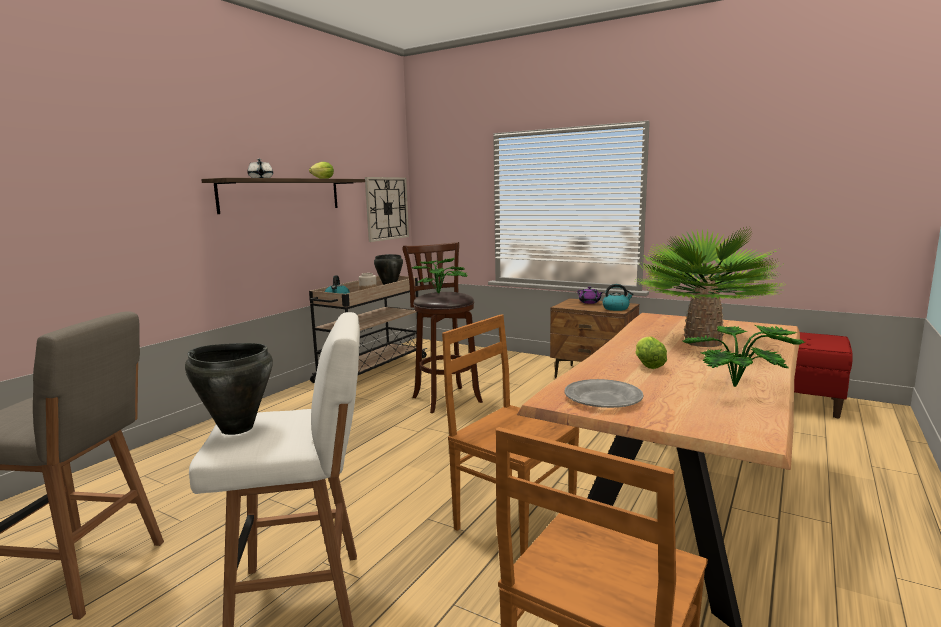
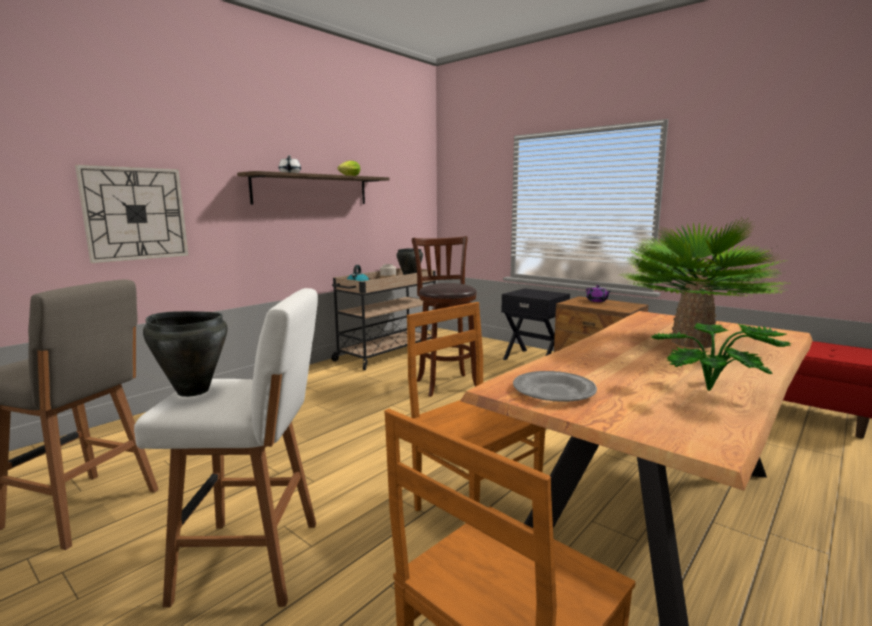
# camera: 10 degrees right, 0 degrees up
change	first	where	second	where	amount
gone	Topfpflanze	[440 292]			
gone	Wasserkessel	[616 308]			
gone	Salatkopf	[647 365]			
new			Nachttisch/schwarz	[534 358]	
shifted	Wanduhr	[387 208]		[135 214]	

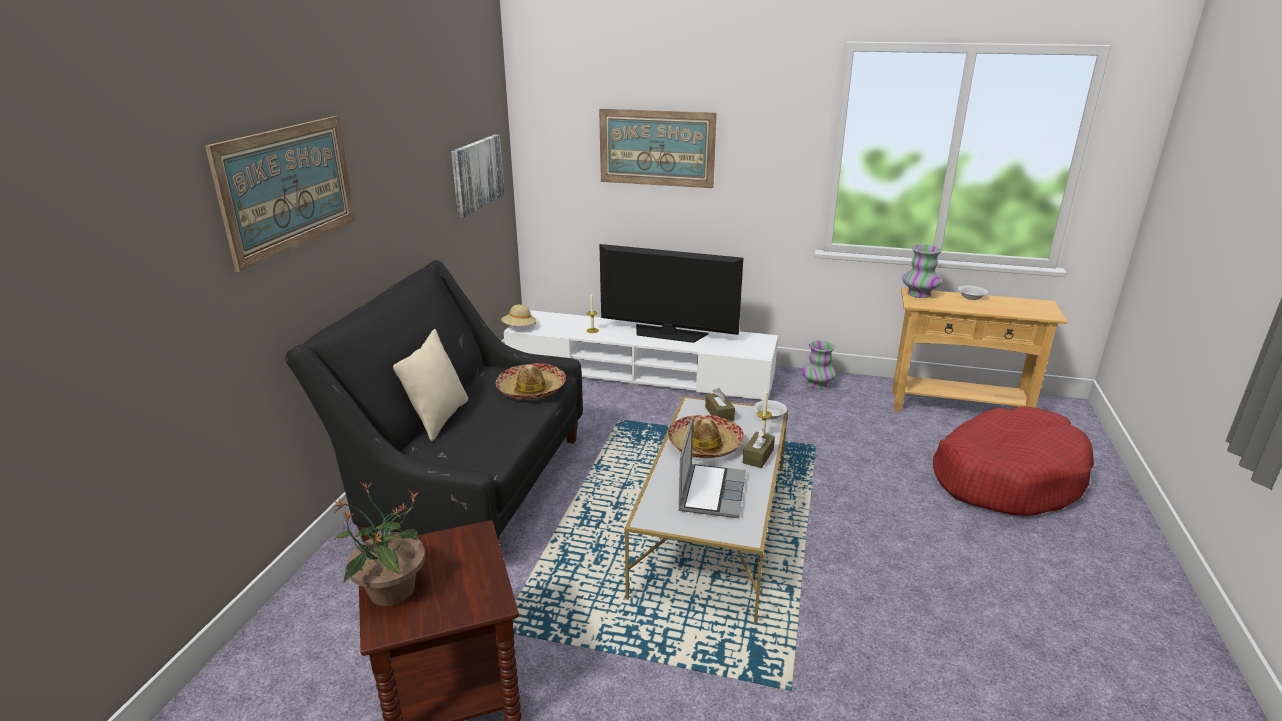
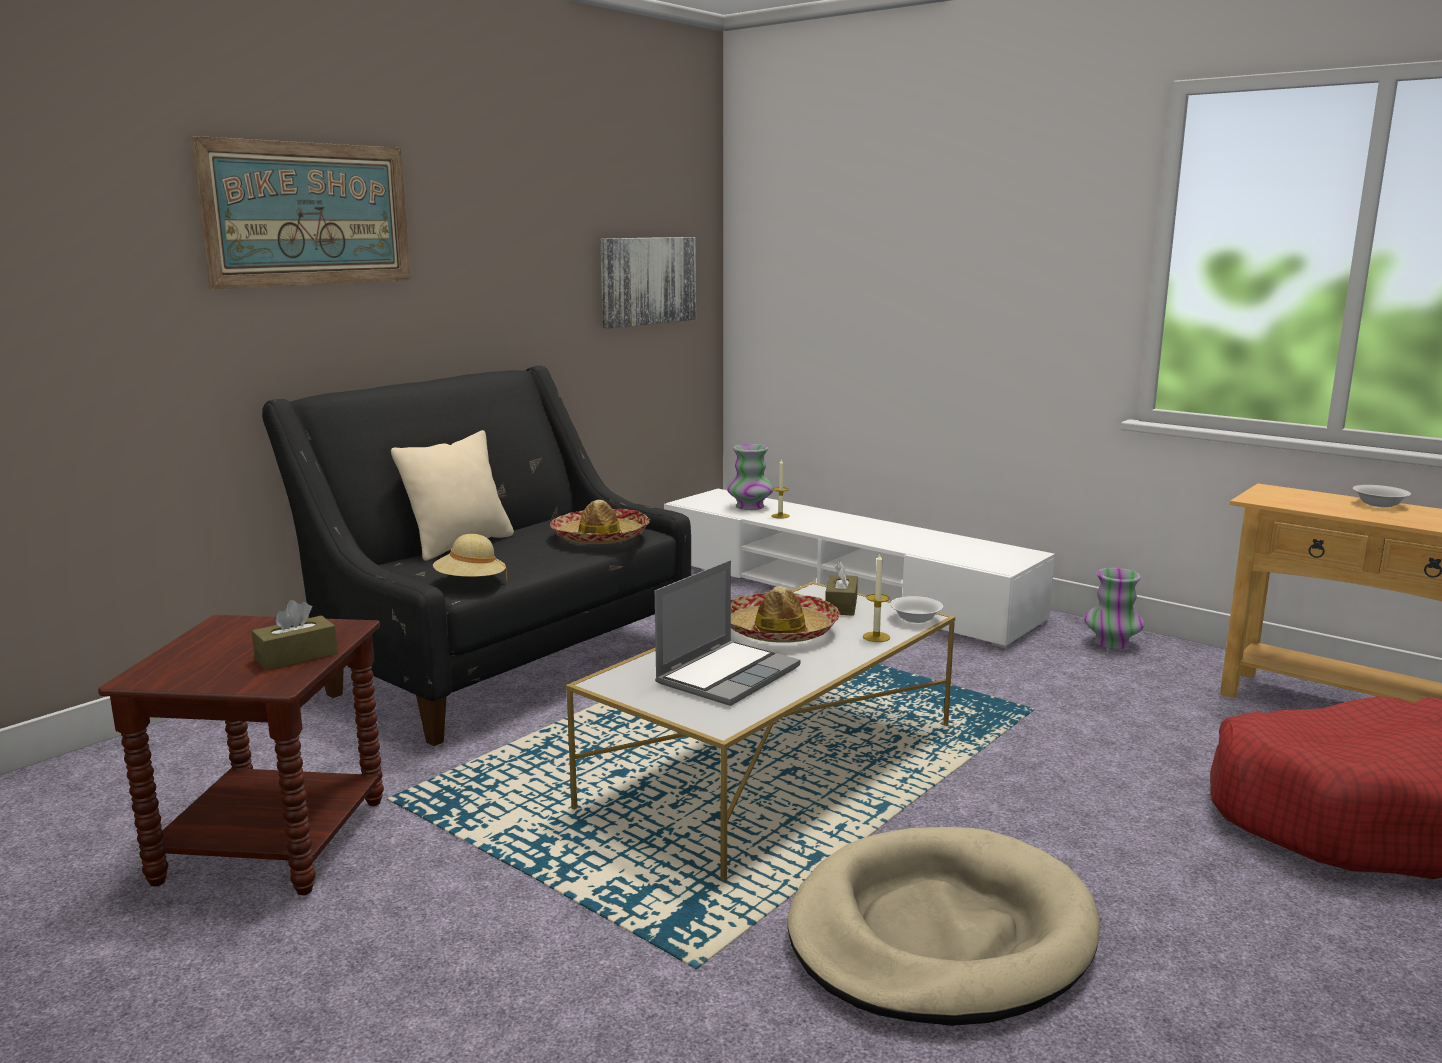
# camera: 25 degrees right, 10 degrees down
change	first	where	second	where	amount
gone	Topfpflanze	[390 591]			
gone	Bild	[656 148]			
gone	Fernseher	[668 334]			
new			Hundebett/beige	[939 934]	
shifted	Hut/beige	[519 328]		[470 583]	
shifted	Taschentuchbox/braun	[758 456]		[296 656]	
shifted	Vase	[918 294]		[749 507]	

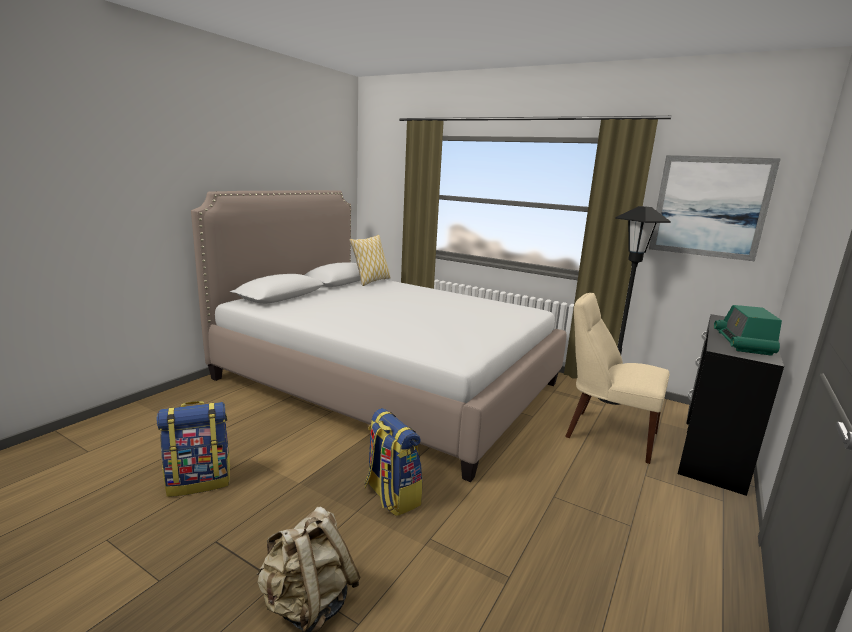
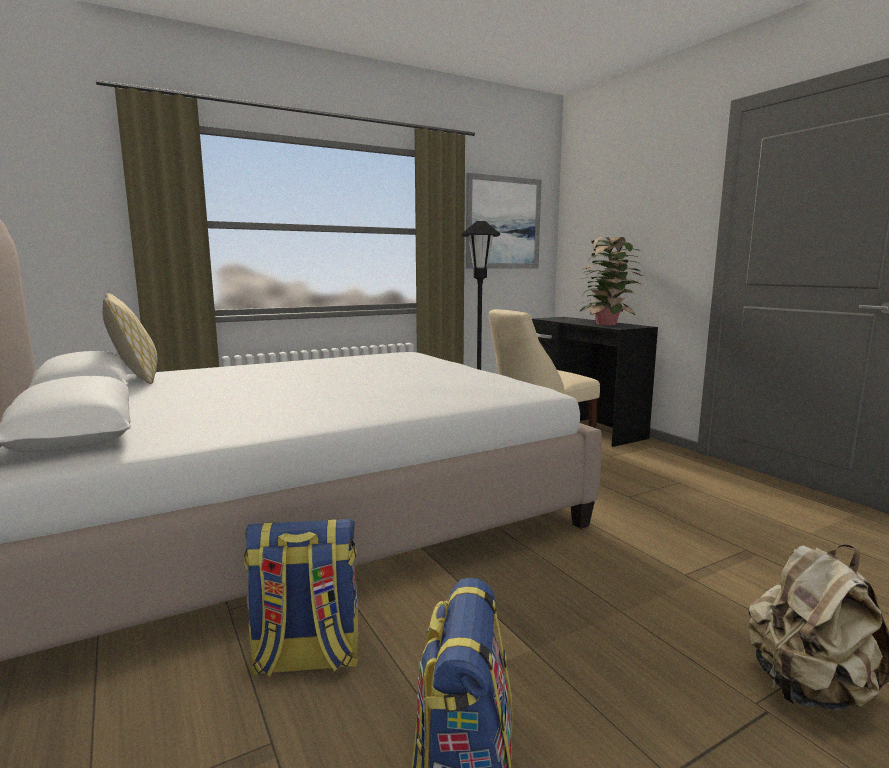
# camera: 60 degrees left, 5 degrees down
change	first	where	second	where	amount
shifted	Rucksack	[391 496]		[306 658]	
swapped	Radio	[743 343]	Topfpflanze	[607 324]	

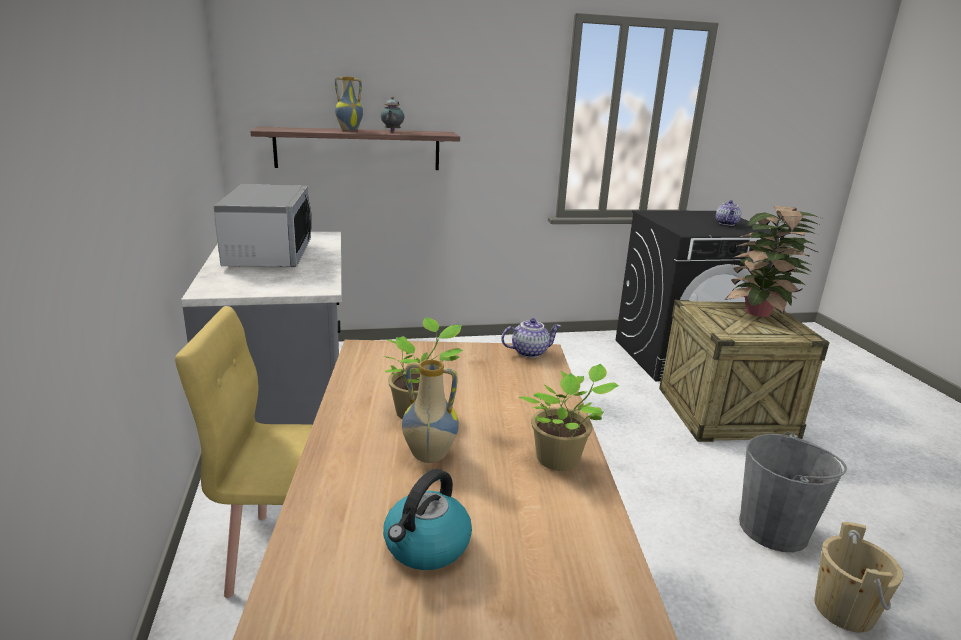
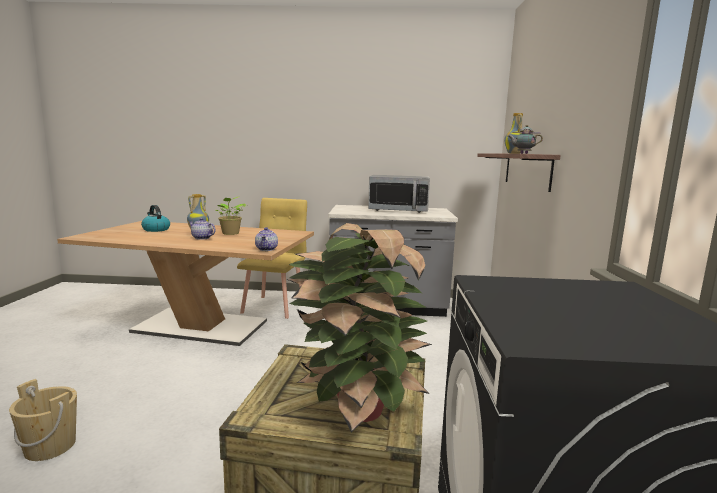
# camera: 105 degrees right, 10 degrees down
change	first	where	second	where	amount
gone	Topfpflanze	[561 460]			
gone	Eimer/grau	[774 529]			
shifted	Teekanne	[727 223]		[201 238]	

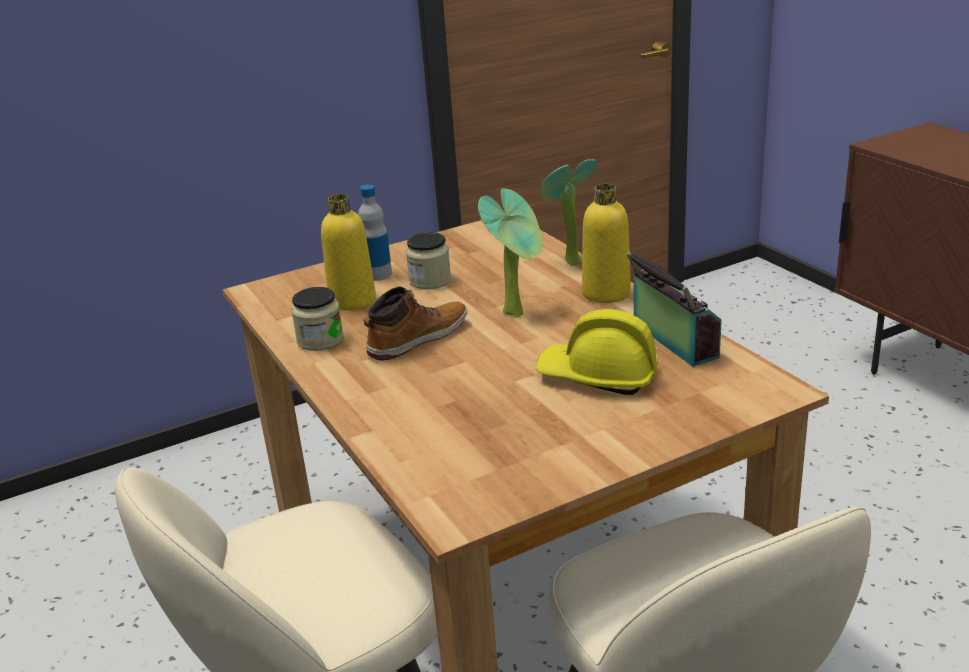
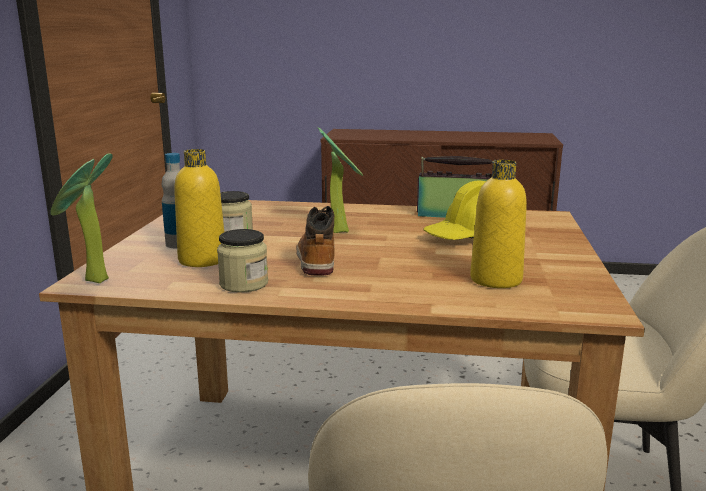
# camera: 55 degrees left, 10 degrees down
change	first	where	second	where	amount
shifted	Topfpflanze	[568 262]		[92 282]	
shifted	Flasche/gelb	[606 293]		[496 280]	

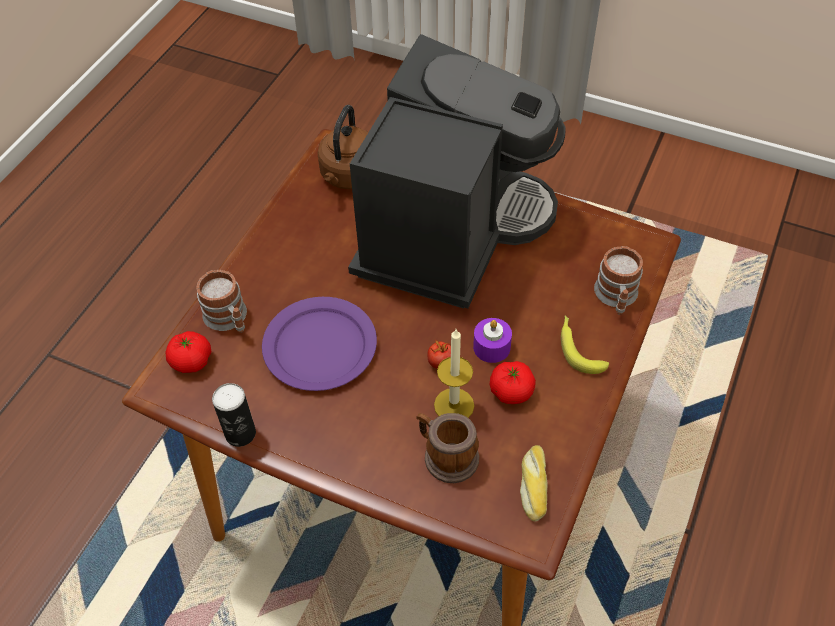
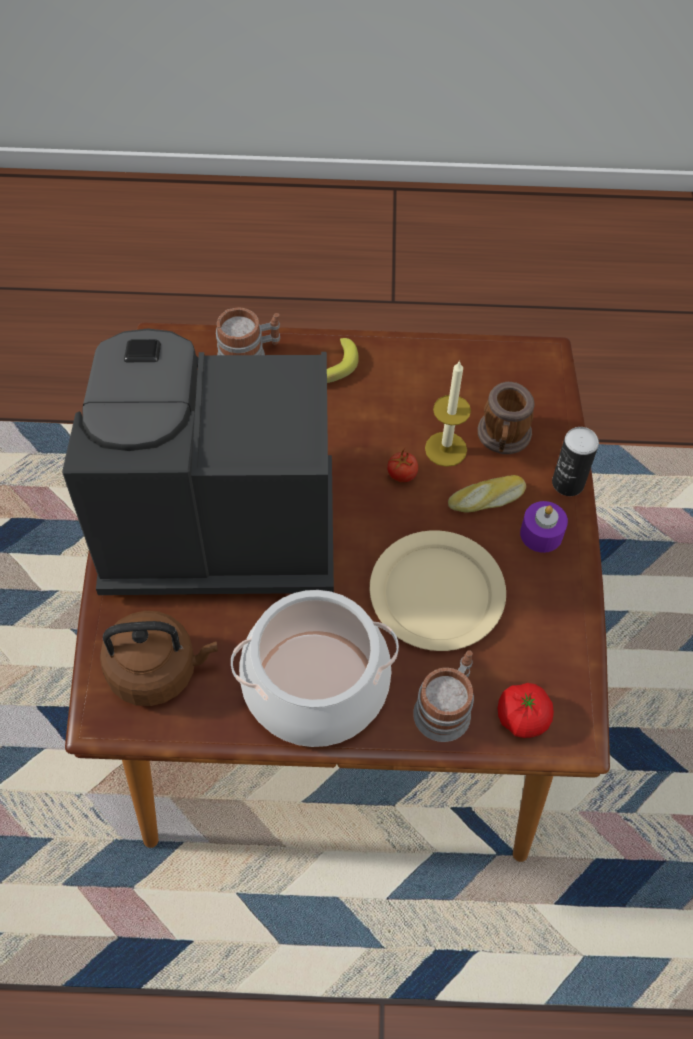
# camera: 115 degrees left, 5 degrees up
change	first	where	second	where	amount
gone	Tomate	[511 391]			
new			Kochtopf	[316 685]	
shifted	Dose	[240 433]		[568 483]	
shifted	Kerze/lila	[491 347]		[541 534]	
shifted	Brot	[532 485]		[487 500]	
repainted	Teller/lila	[319 346]	Teller/beige	[436 594]	

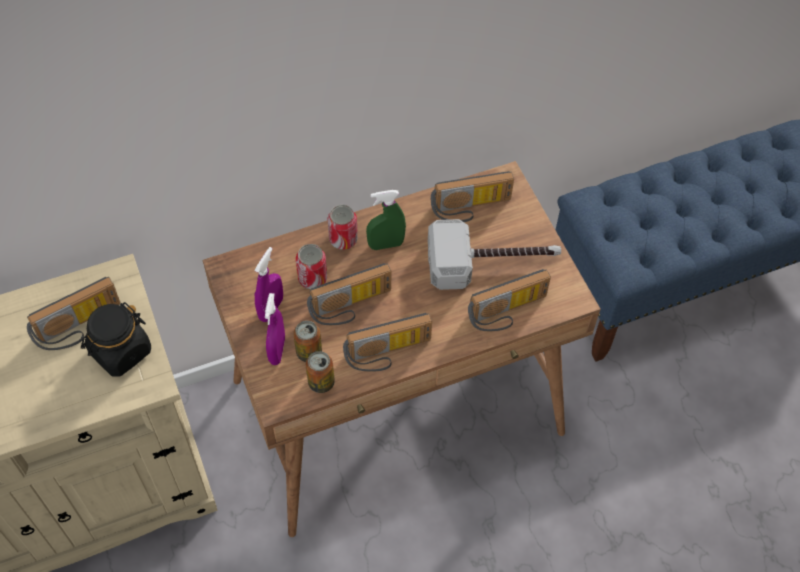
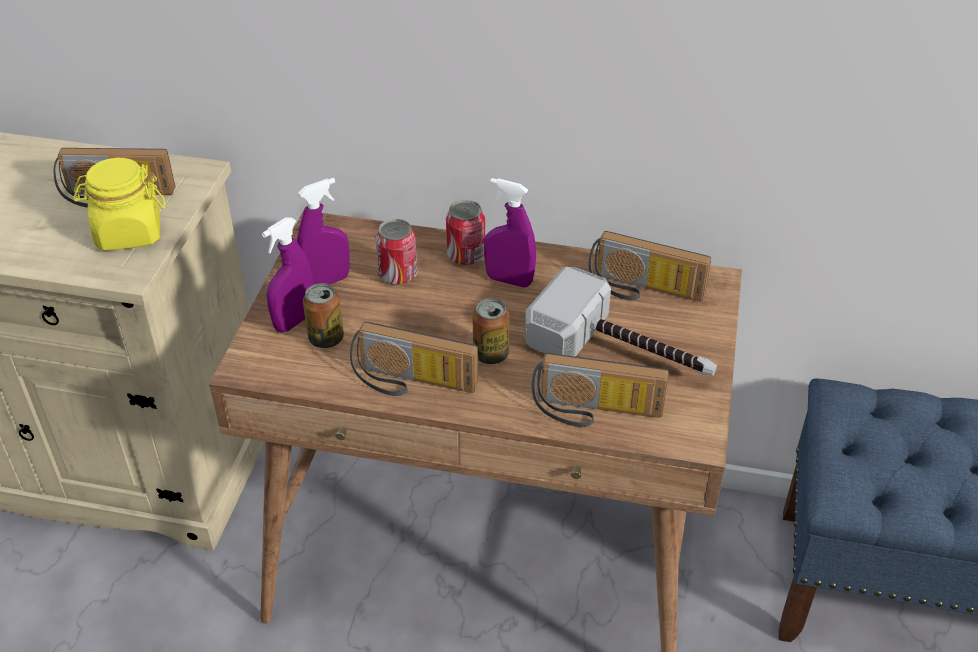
# camera: 35 degrees right, 15 degrees down
change	first	where	second	where	amount
gone	Radio	[351 307]			
shifted	Dose	[321 382]		[491 354]	
repainted	Vorratsglas/schwarz	[120 351]	Vorratsglas/gelb	[128 233]	
repainted	Sprühflasche/grün	[386 244]	Sprühflasche/lila	[509 280]	

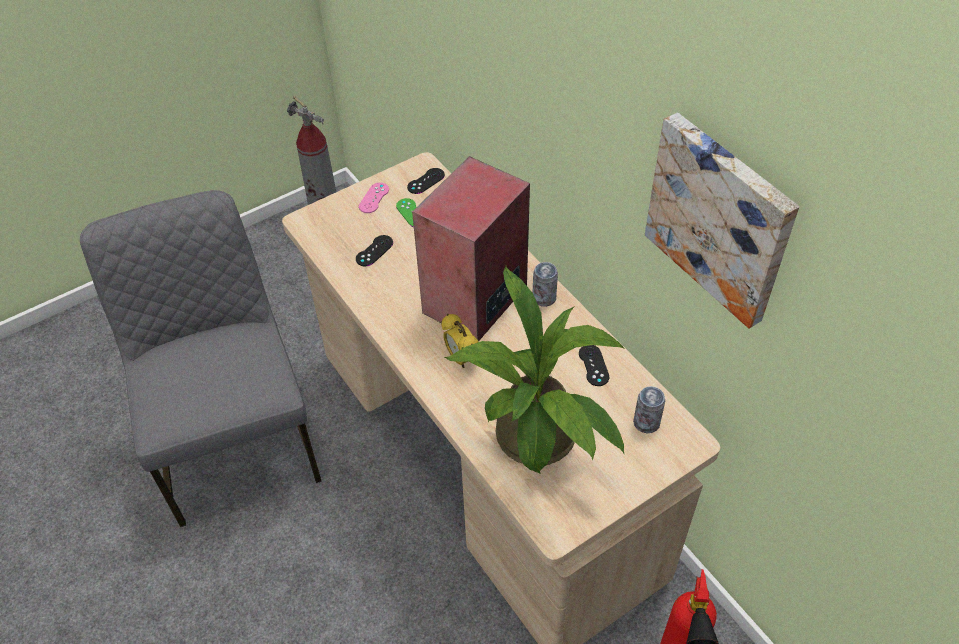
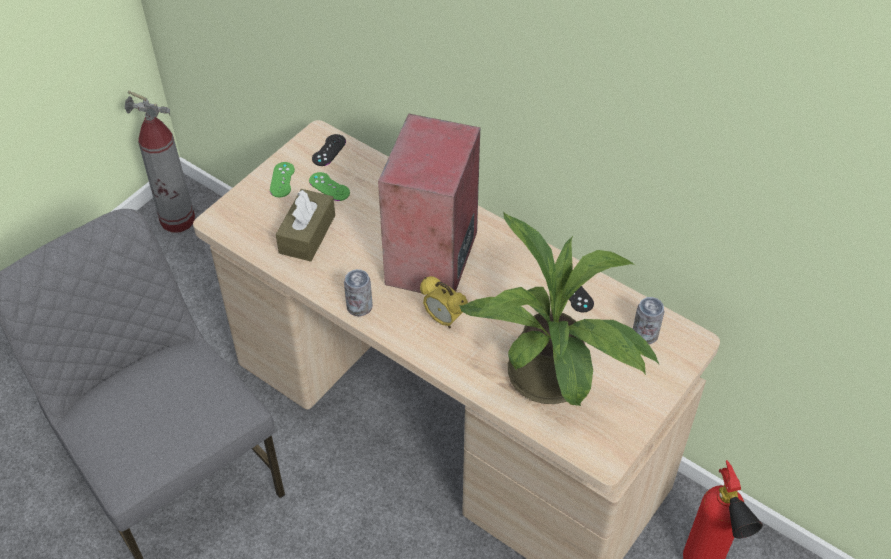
# camera: 20 degrees left, 0 degrees up
change	first	where	second	where	amount
gone	Bild	[721 218]			
shifted	Dose	[544 298]		[359 307]	
swapped	Gamepad/schwarz	[374 251]	Taschentuchbox/braun	[307 234]	
repainted	Gamepad/rosa	[374 198]	Gamepad/grün	[282 180]	

